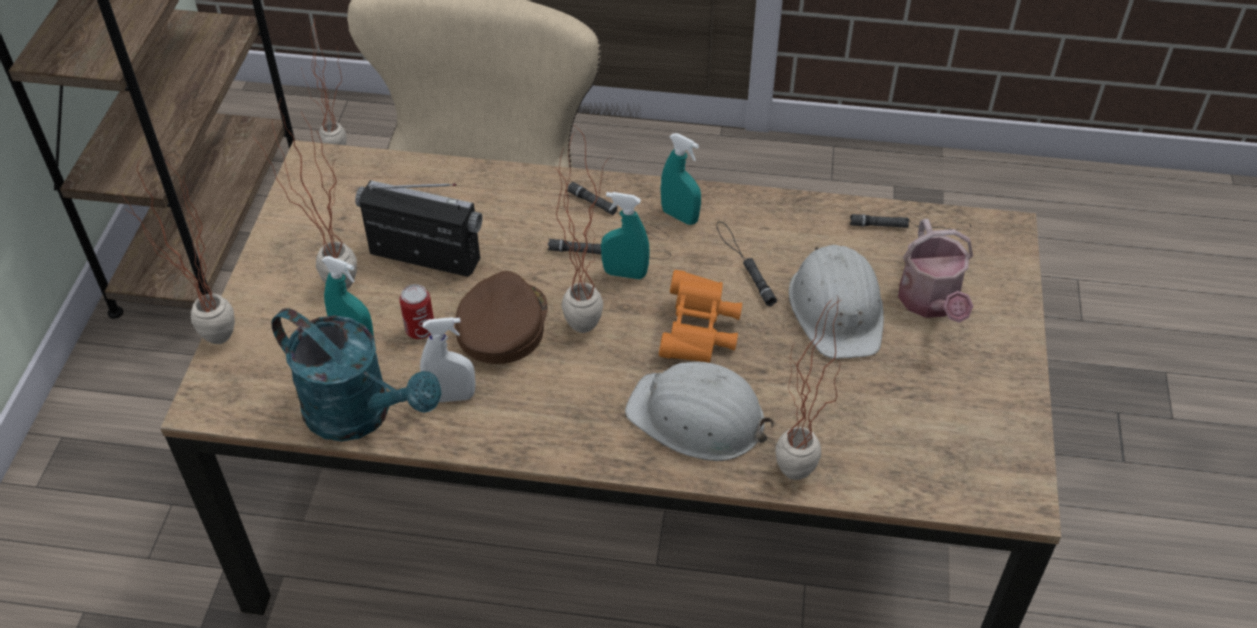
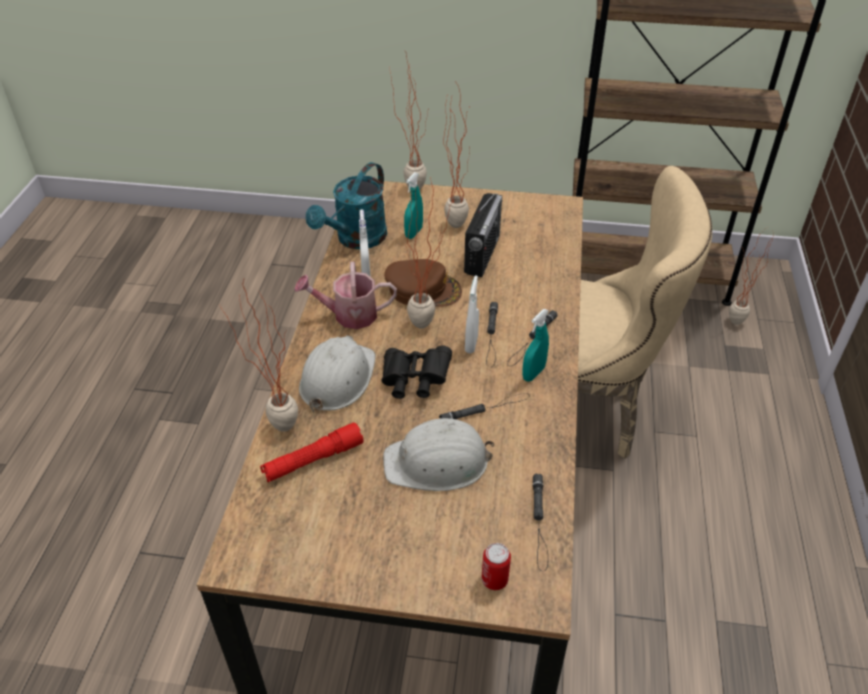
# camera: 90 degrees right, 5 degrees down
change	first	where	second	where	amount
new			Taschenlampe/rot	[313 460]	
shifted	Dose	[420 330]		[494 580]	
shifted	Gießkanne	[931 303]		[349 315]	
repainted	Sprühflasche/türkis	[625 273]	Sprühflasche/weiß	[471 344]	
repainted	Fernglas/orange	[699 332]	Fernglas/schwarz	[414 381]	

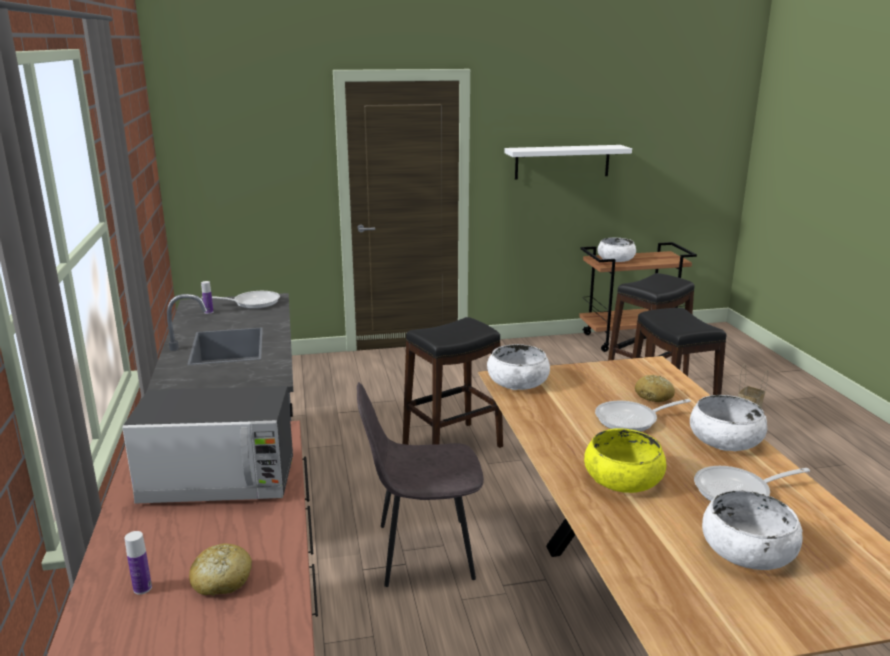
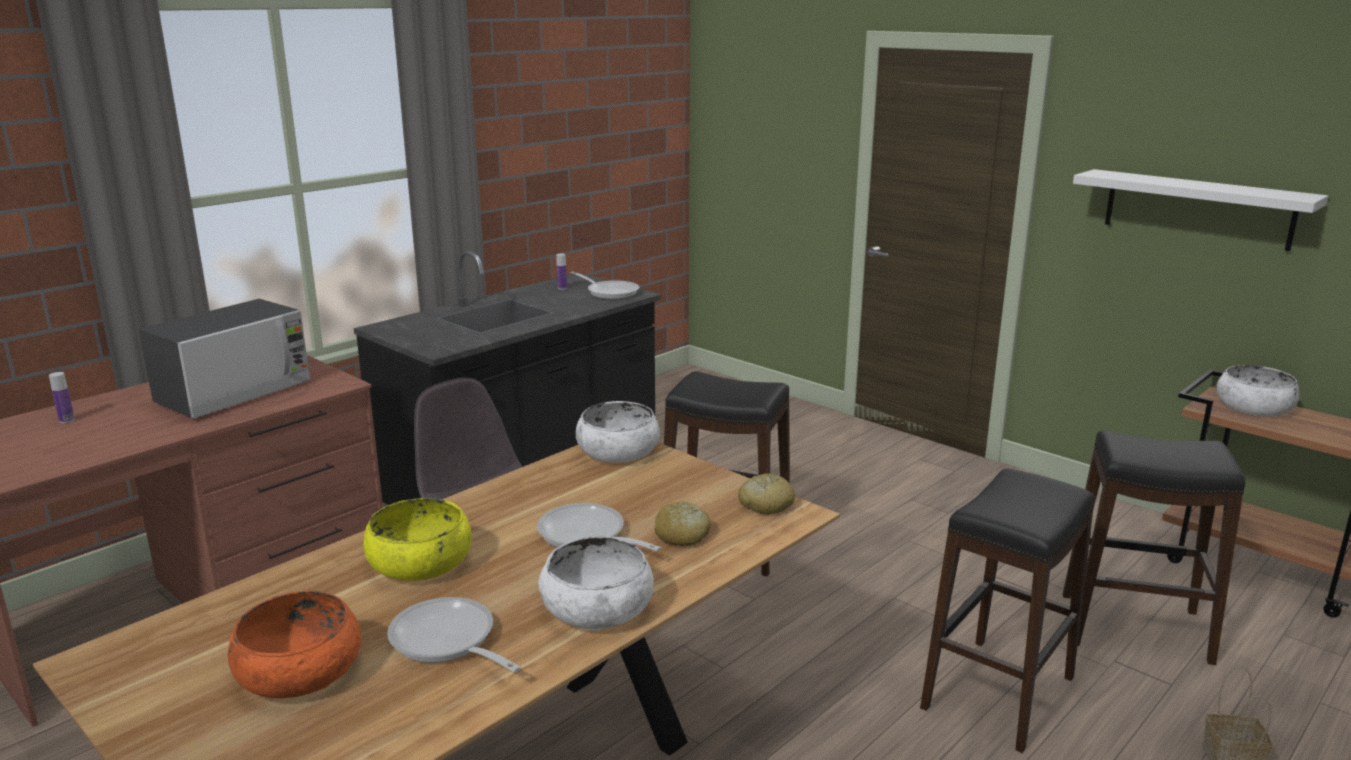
# camera: 55 degrees right, 0 degrees up
change	first	where	second	where	amount
shifted	Brot	[221 580]		[765 505]	
repainted	Schüssel/weiß	[747 550]	Schüssel/orange	[300 671]	
rotated	Mikrowelle	[219 481]		[235 393]	105 degrees counterclockwise

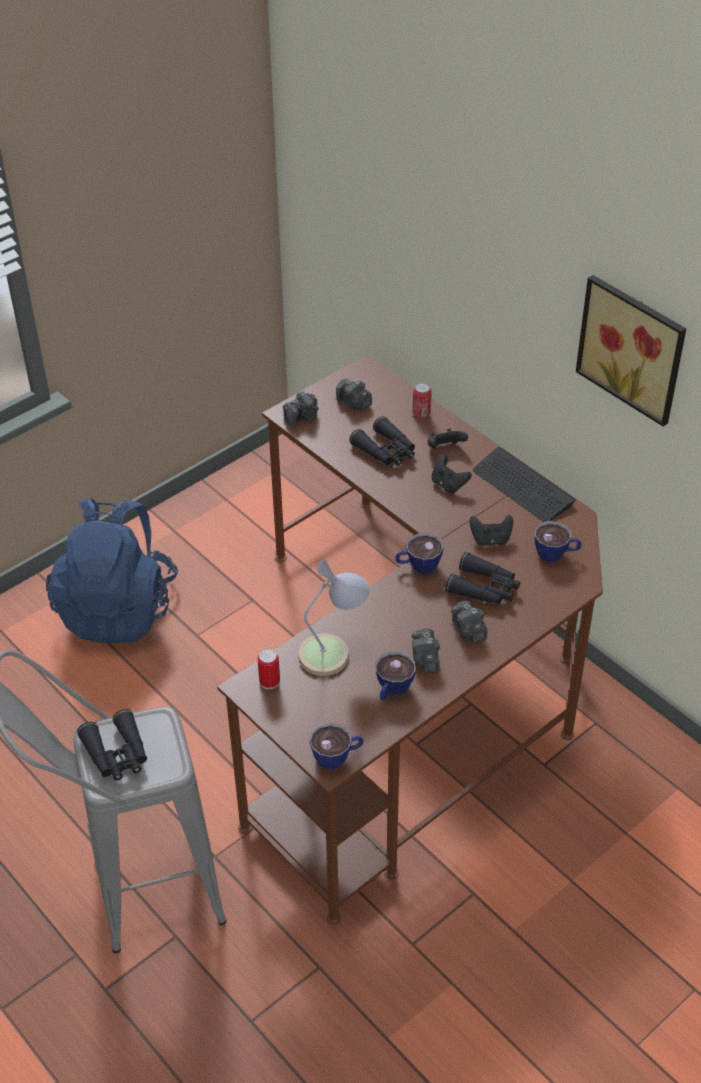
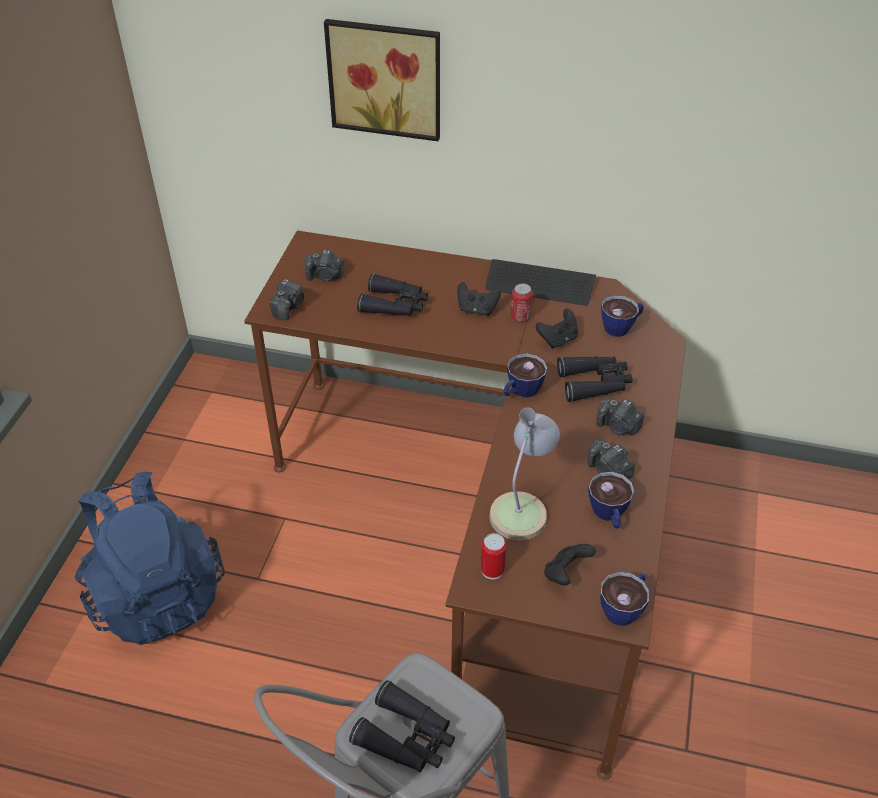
# camera: 35 degrees left, 0 degrees up
change	first	where	second	where	amount
shifted	Dose	[421 413]		[520 317]	
shifted	Gamepad/schwarz	[445 449]		[565 574]	
shifted	Bild	[634 347]		[386 77]	

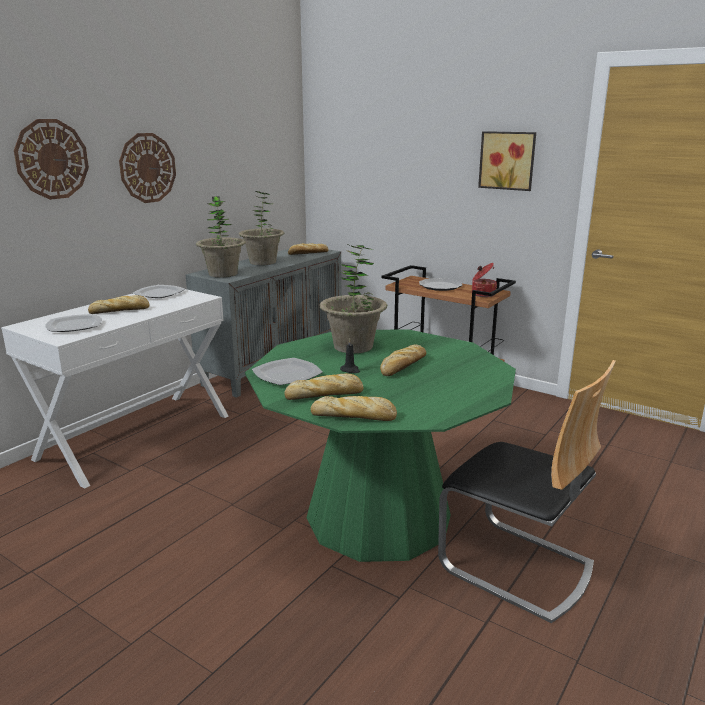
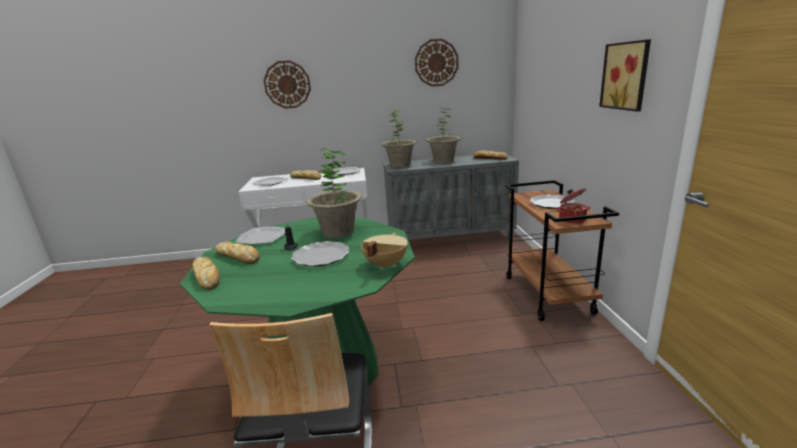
# camera: 50 degrees right, 0 degrees up
change	first	where	second	where	amount
new			Kochtopf/beige	[384 265]	
shifted	Wanduhr	[147 168]		[436 63]	
swapped	Brot	[403 366]	Teller	[320 256]	

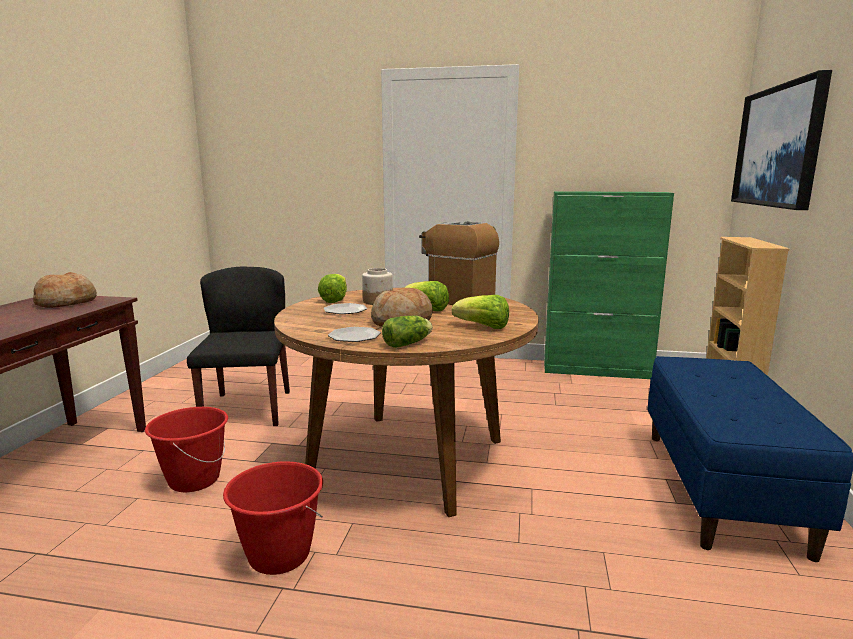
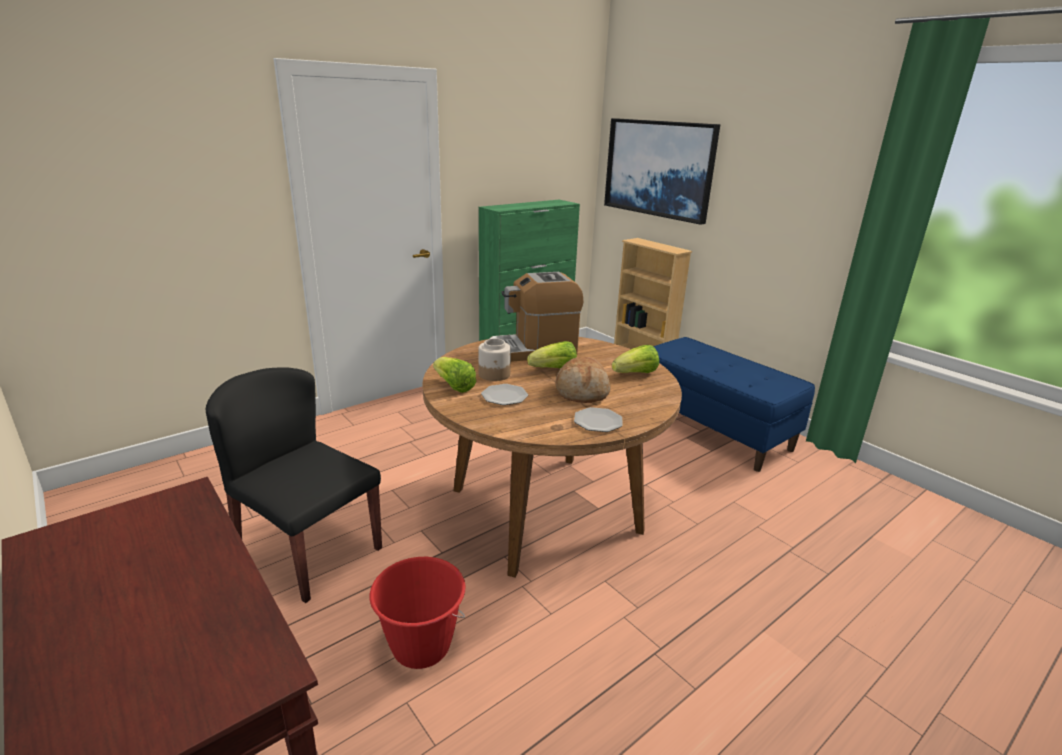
# camera: 50 degrees left, 10 degrees up
change	first	where	second	where	amount
gone	Brot	[66 302]			
gone	Eimer/rot	[279 555]			
gone	Salatkopf	[409 343]			

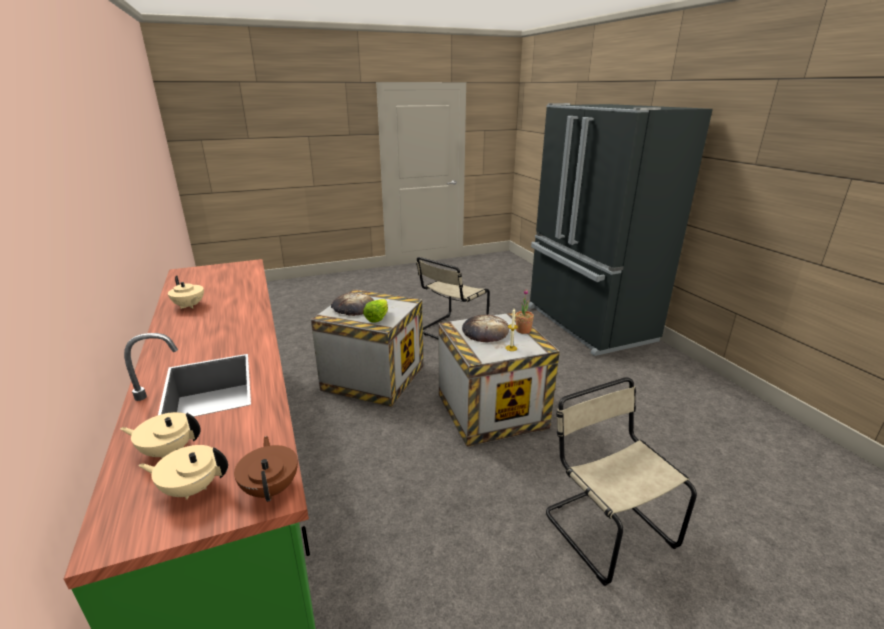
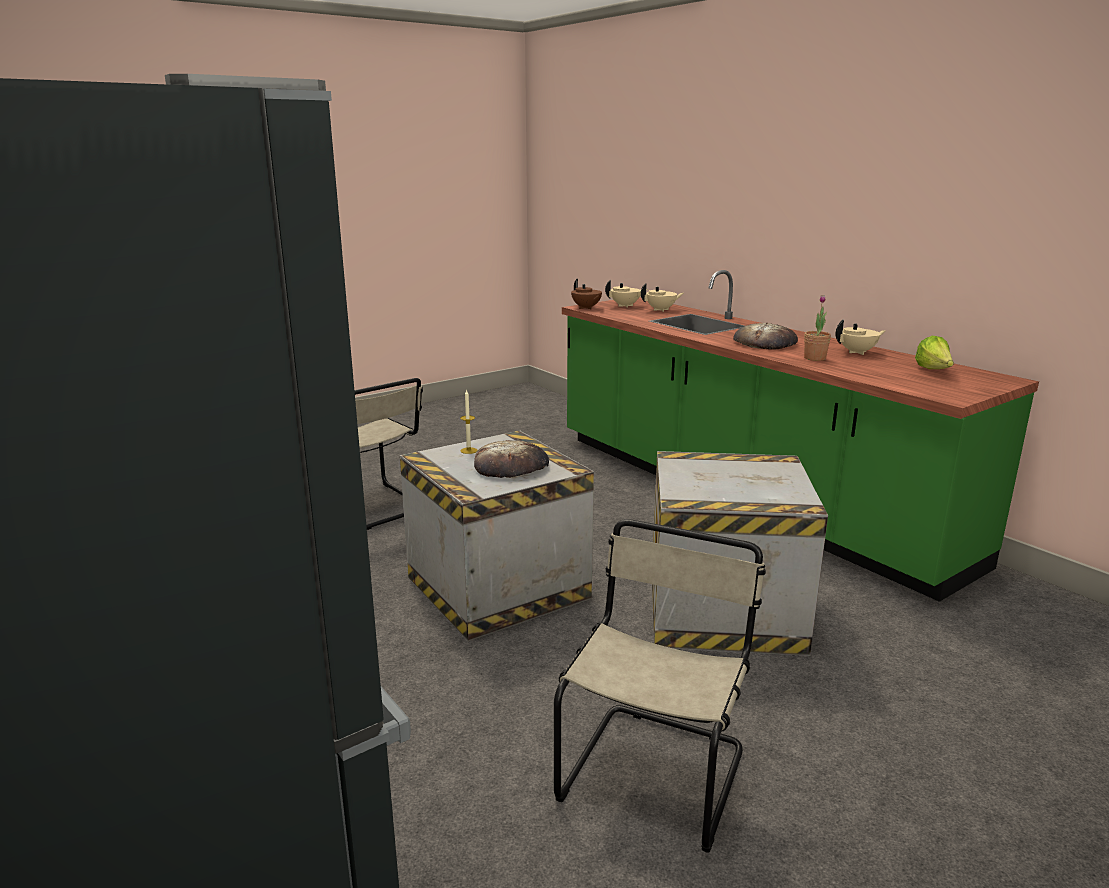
# camera: 165 degrees right, 5 degrees down
change	first	where	second	where	amount
shifted	Brot	[353 307]		[765 342]	
shifted	Salatkopf	[377 318]		[934 371]	
shifted	Topfpflanze	[523 330]		[814 358]	
rotated	Teekanne/beige	[189 306]		[857 352]	135 degrees clockwise

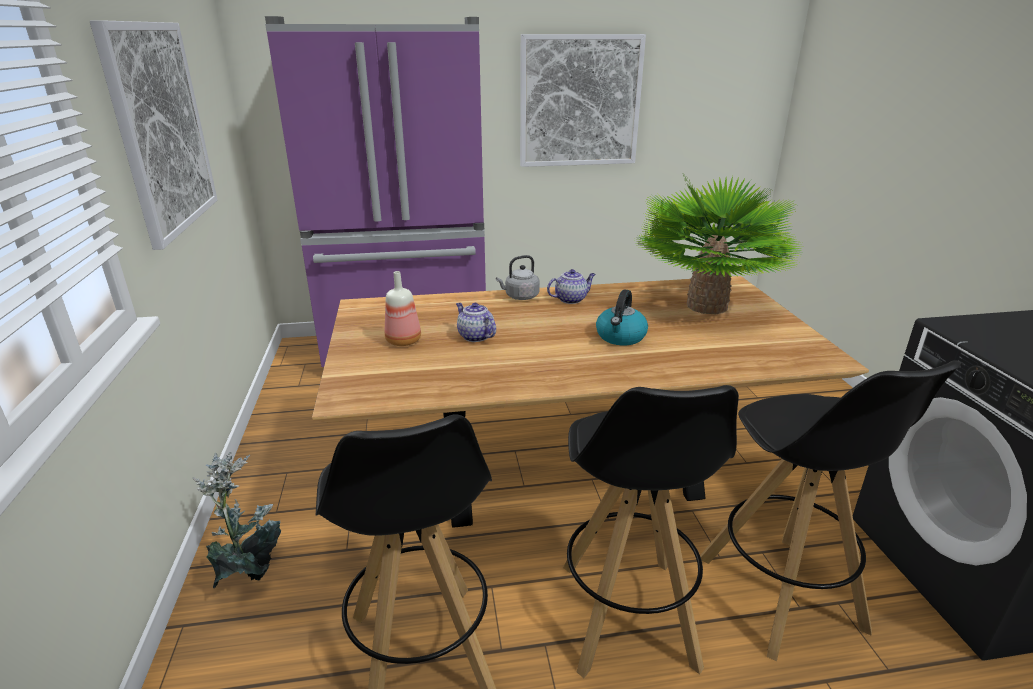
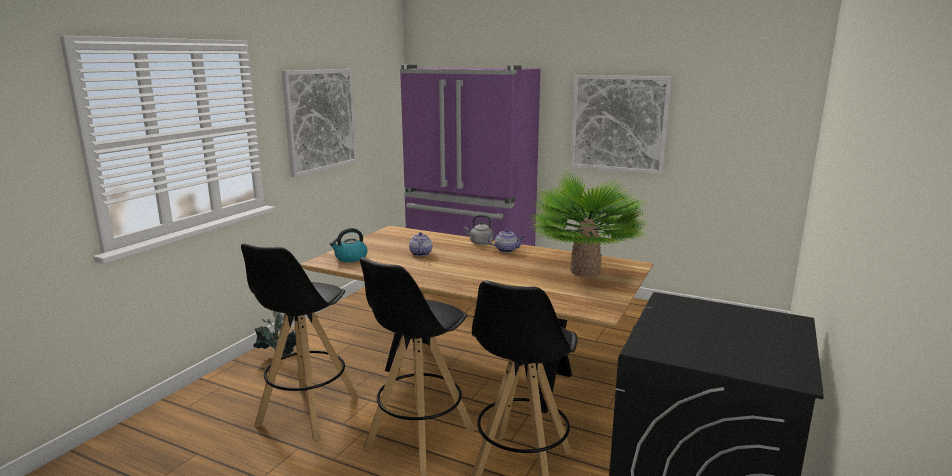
# camera: 35 degrees right, 10 degrees down
change	first	where	second	where	amount
gone	Flasche	[404 340]			
shifted	Wasserkessel	[620 337]		[350 258]	

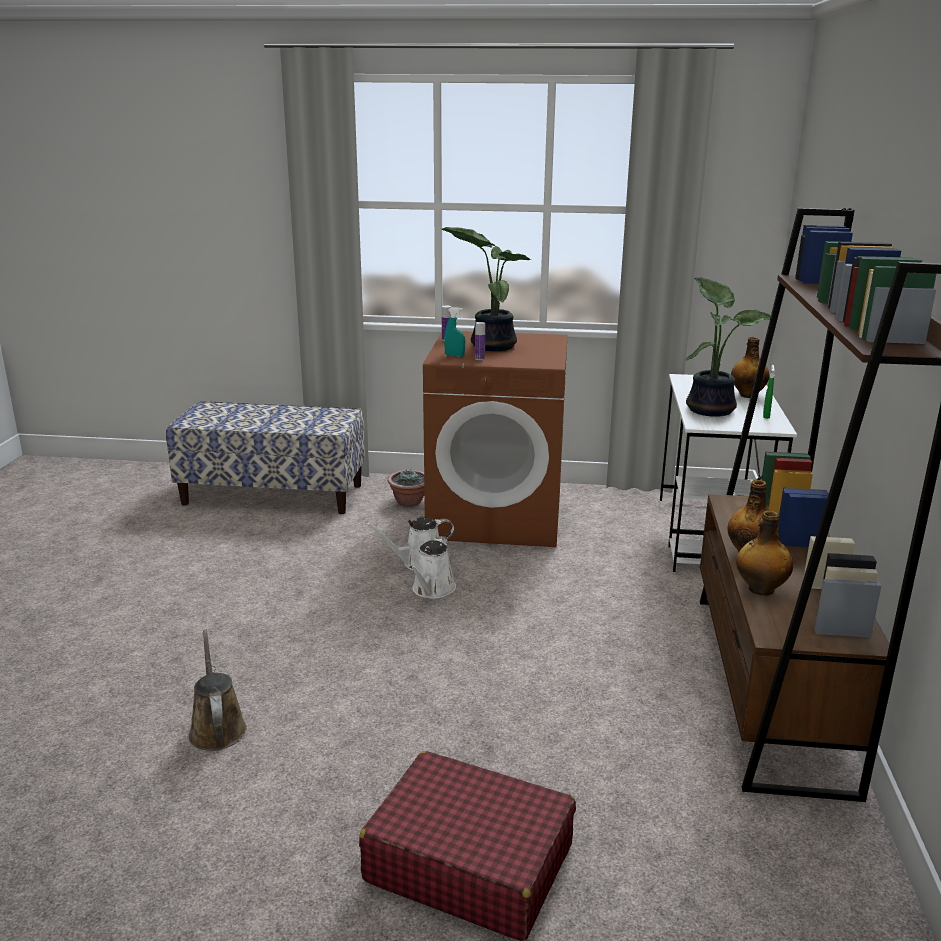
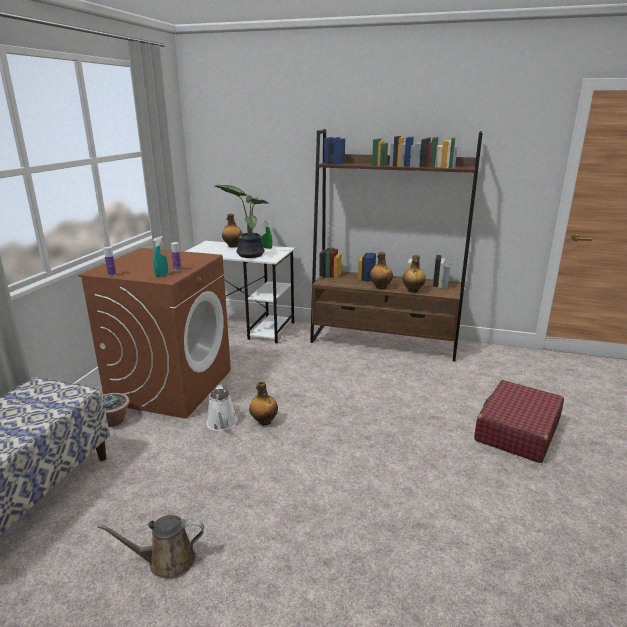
# camera: 80 degrees left, 0 degrees up
change	first	where	second	where	amount
gone	Topfpflanze	[491 346]			
shifted	Gießkanne/braun	[217 728]		[167 561]	
swapped	Gießkanne/weiß	[432 590]	Flasche	[264 421]	

